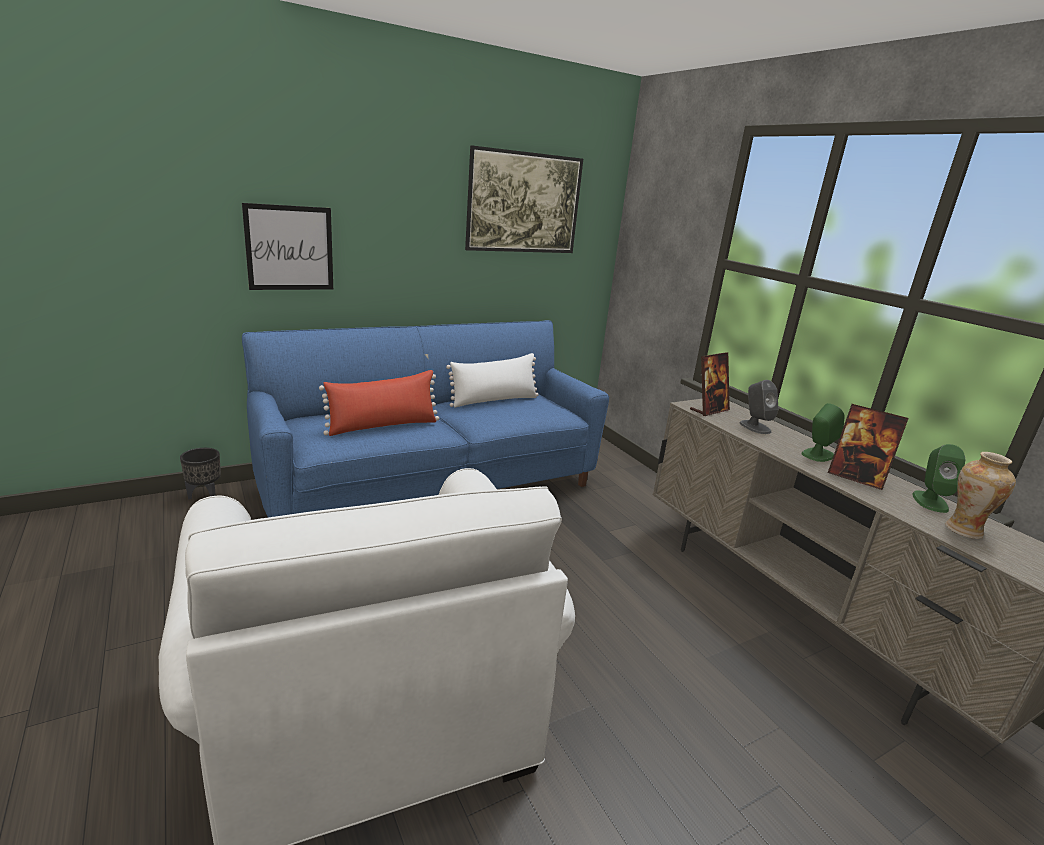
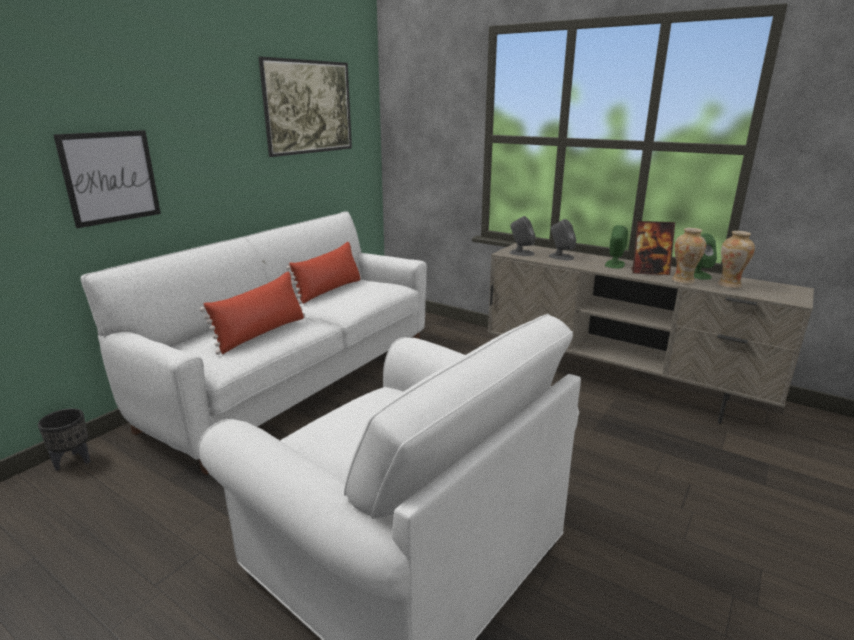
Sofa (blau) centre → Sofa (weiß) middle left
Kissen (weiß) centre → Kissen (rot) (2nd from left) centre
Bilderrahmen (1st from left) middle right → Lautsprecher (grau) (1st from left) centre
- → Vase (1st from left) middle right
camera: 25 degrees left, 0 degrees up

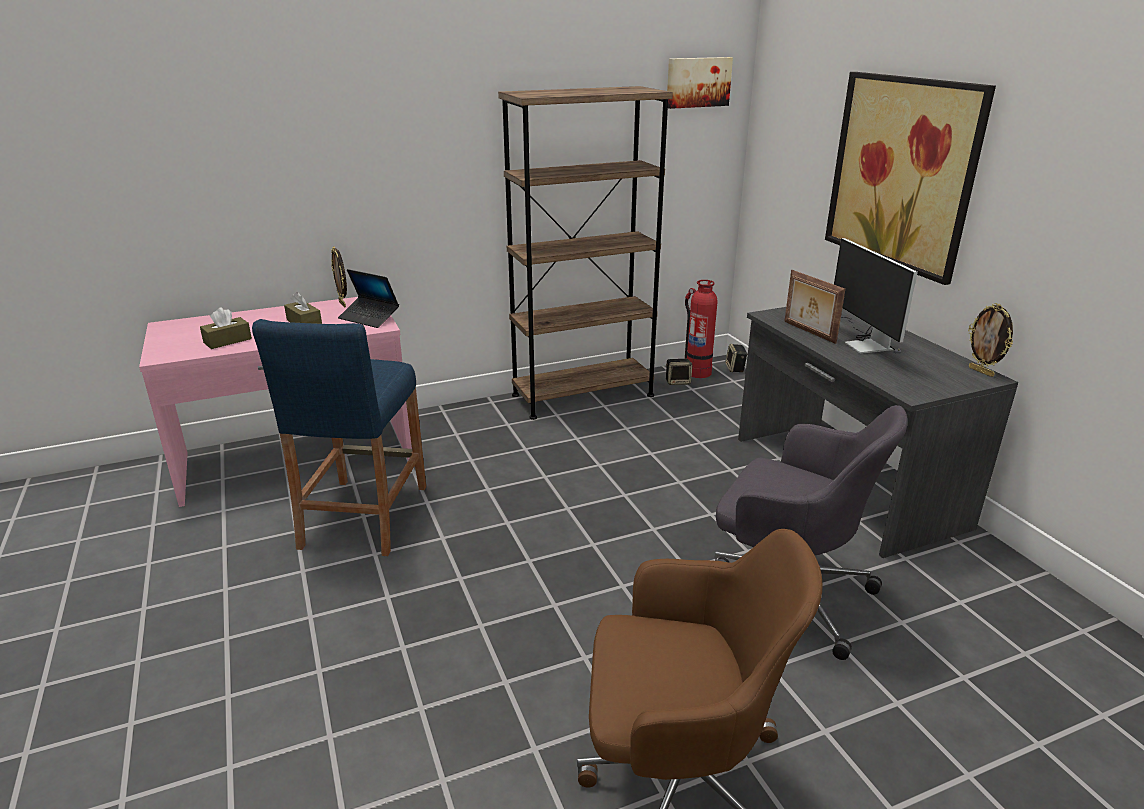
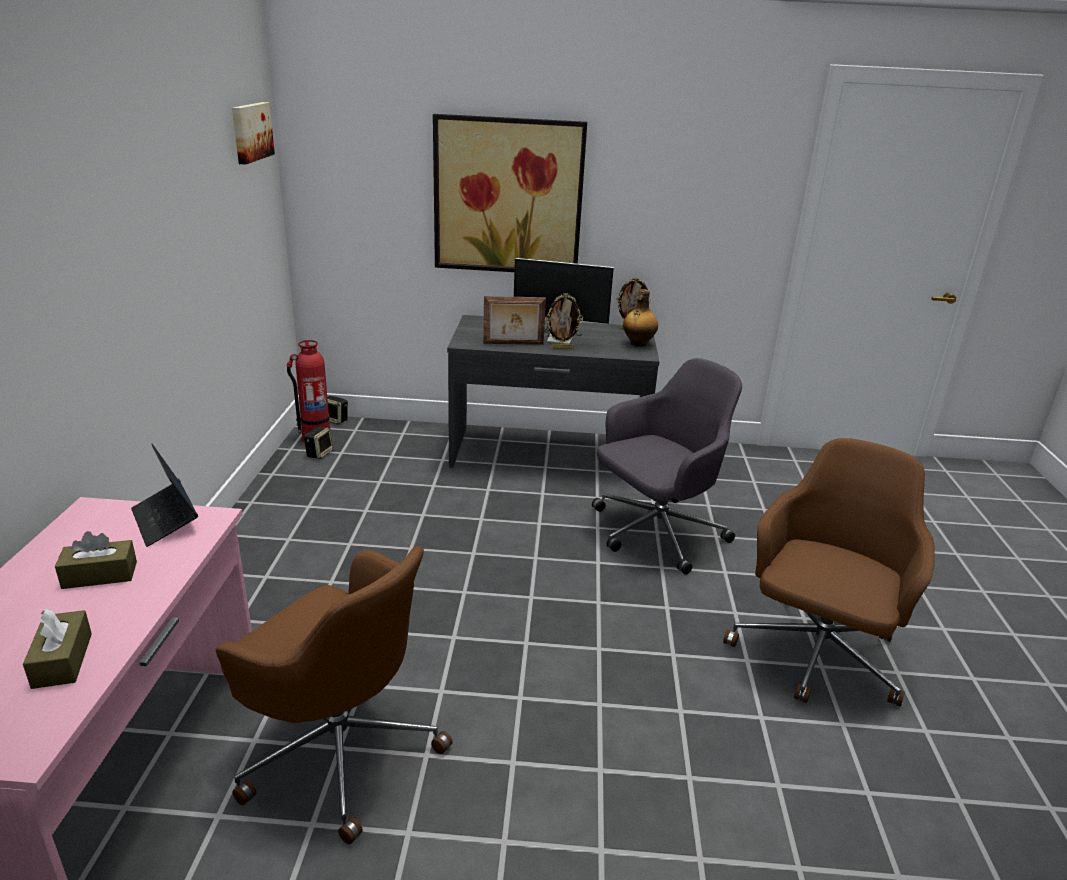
Laptop middle left, 90 degrees clockwise
Hocker (blau) middle left → Bürostuhl (braun) (1st from left) bottom left
Bilderrahmen (1st from left in the first image) middle left → Bilderrahmen (2nd from left) centre, move
- → Flasche centre
Bücherregal (braun) top centre → -
camera: 65 degrees left, 0 degrees up

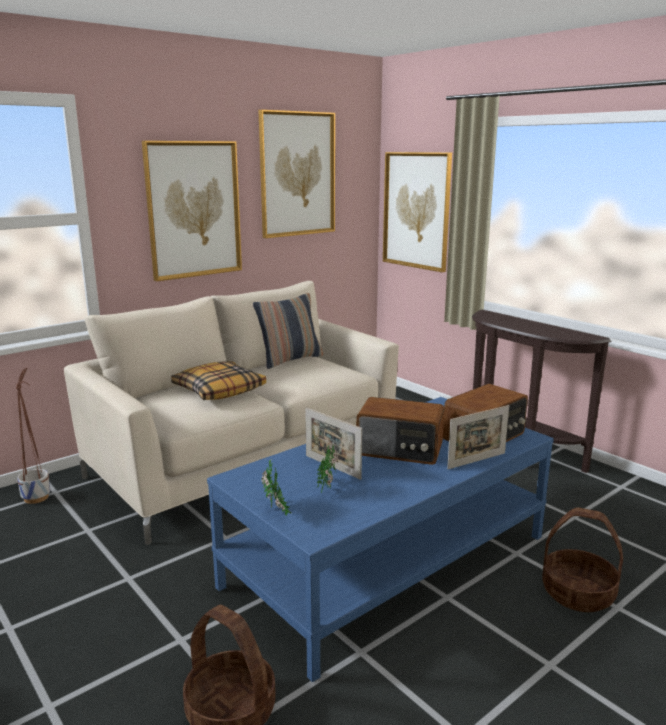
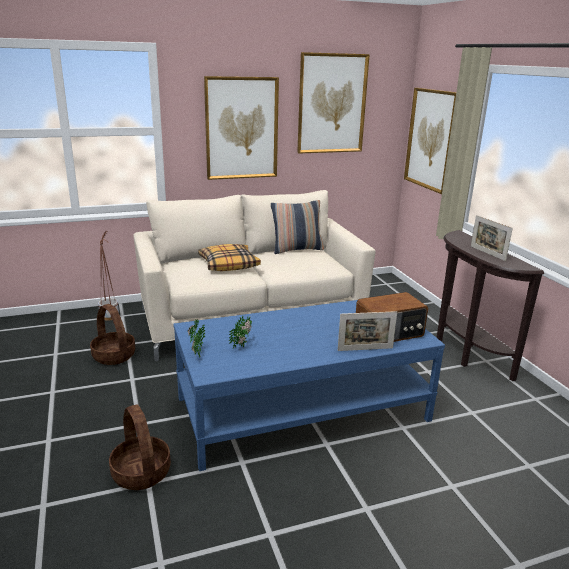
Korb (2nd from left in the first image) bottom right → Korb (1st from left) middle left, move
Bilderrahmen (1st from left in the first image) centre → Bilderrahmen (2nd from left) middle right, move
Radio (1st from left) centre → -
camera: 20 degrees right, 5 degrees up

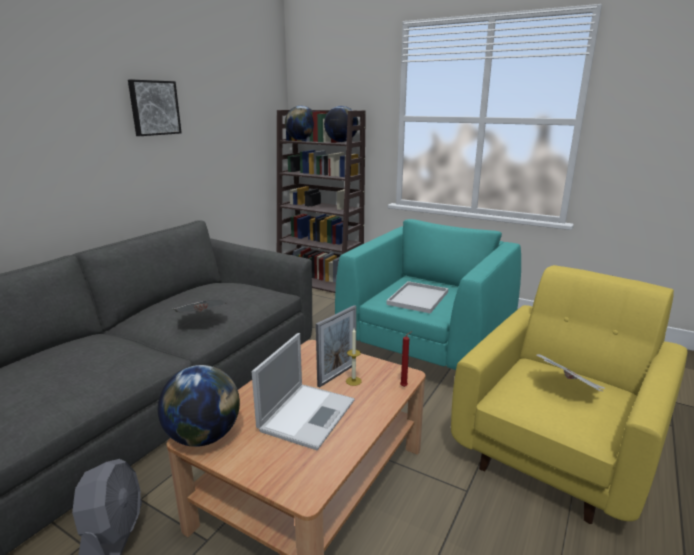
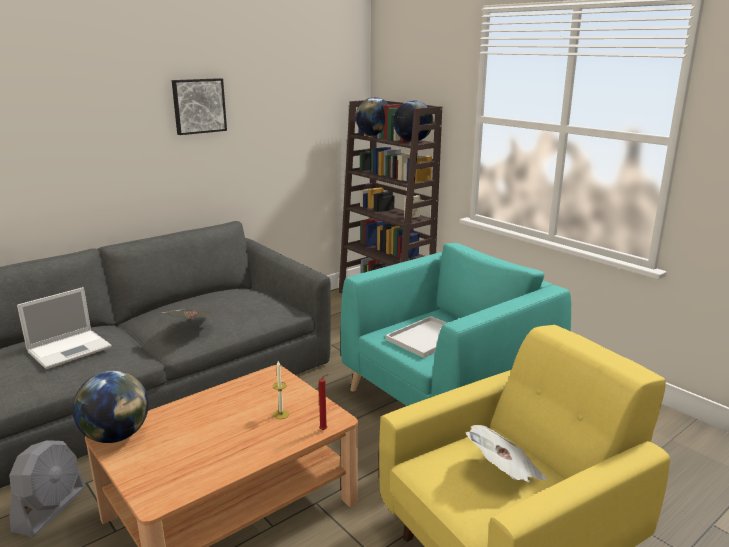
Laptop bottom centre → Laptop middle left, move
Bilderrahmen centre → -
camera: 20 degrees right, 0 degrees up

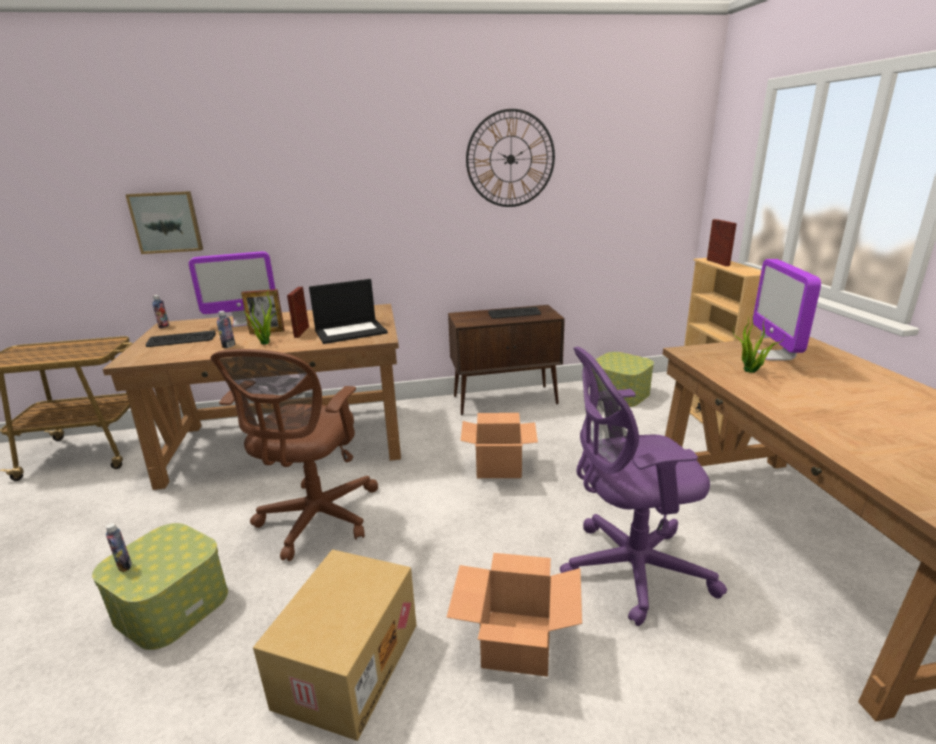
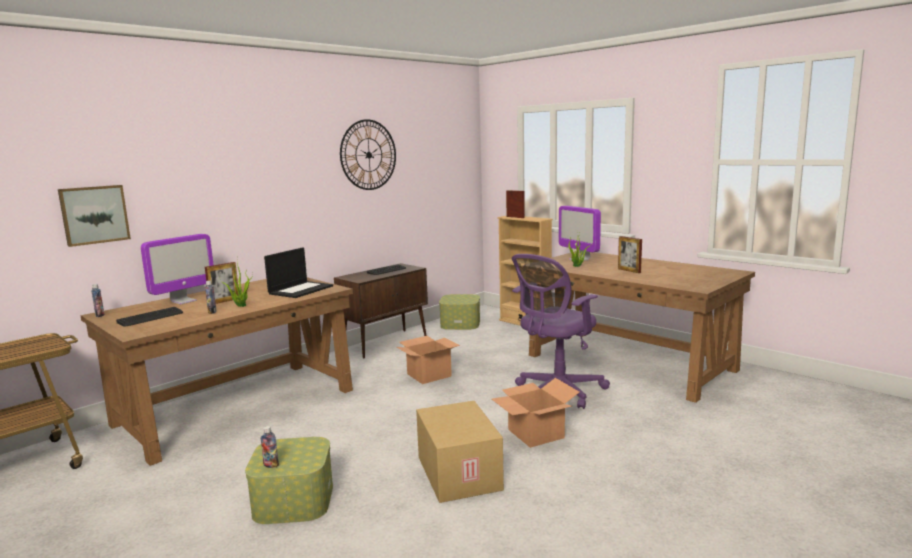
Bilderrahmen (2nd from left in the first image) middle left → Bilderrahmen (3rd from left) middle right, move
Bürostuhl (braun) middle left → -
camera: 35 degrees left, 10 degrees down

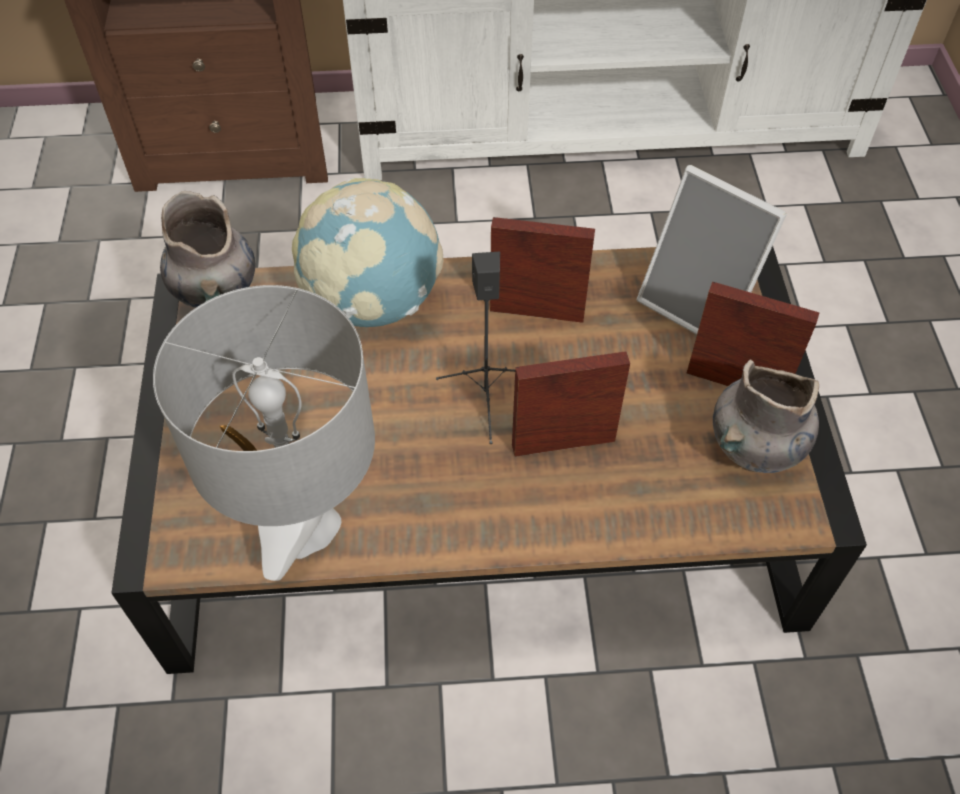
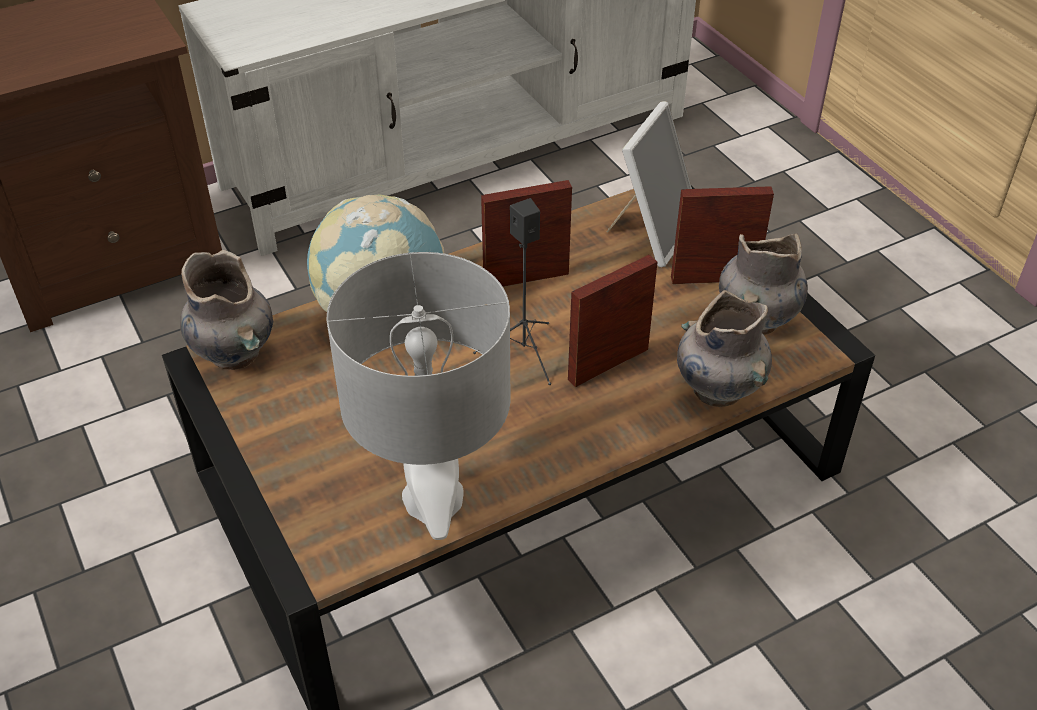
Bilderrahmen (3rd from left) top right → Bilderrahmen (3rd from left) top centre, 75 degrees counterclockwise
- → Vase (grau) (2nd from left) middle right
camera: 25 degrees left, 10 degrees down

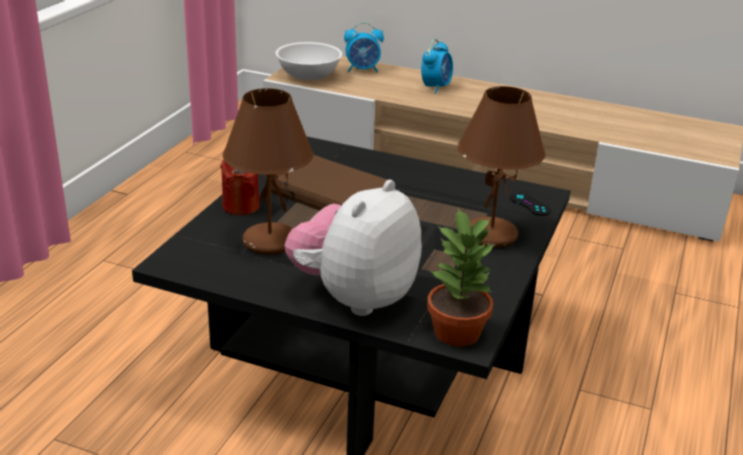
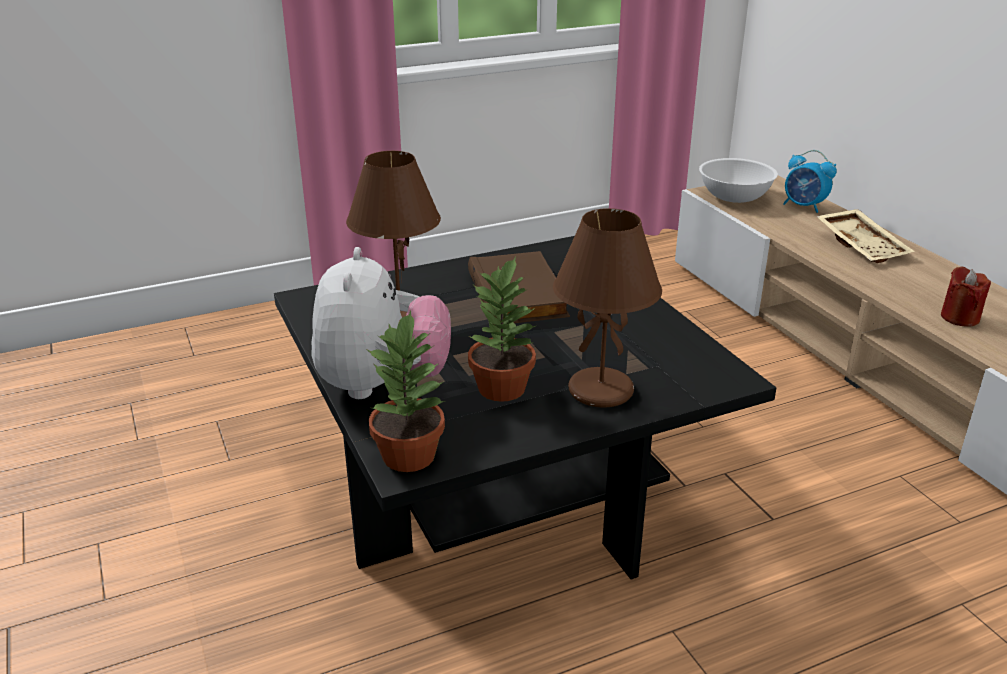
Plüschtier centre, 105 degrees clockwise
- → Topfpflanze (2nd from left) centre
Wecker (2nd from left) top centre → Tablett (beige) middle right
Kerze (rot) middle left → Kerze (rot) middle right, move
Gamepad (schwarz) middle right → -
camera: 45 degrees right, 0 degrees up

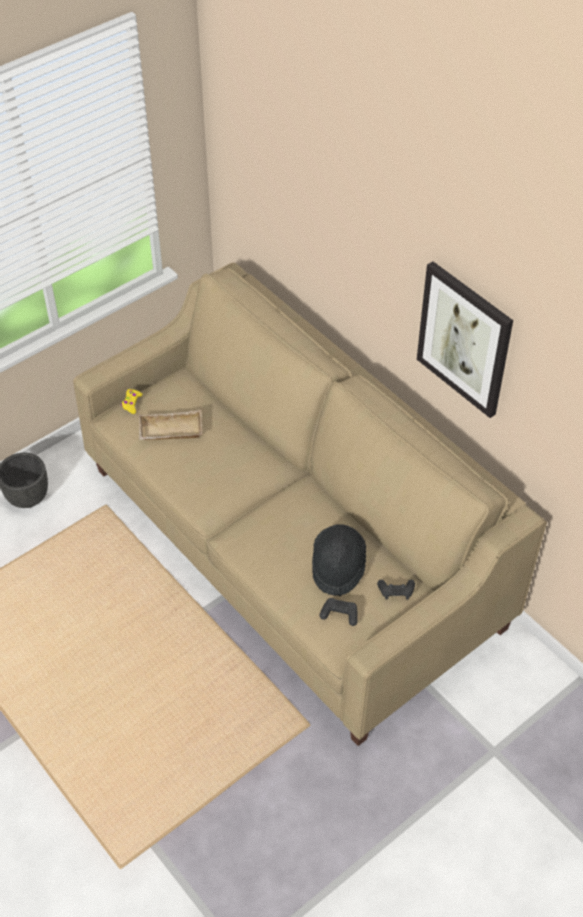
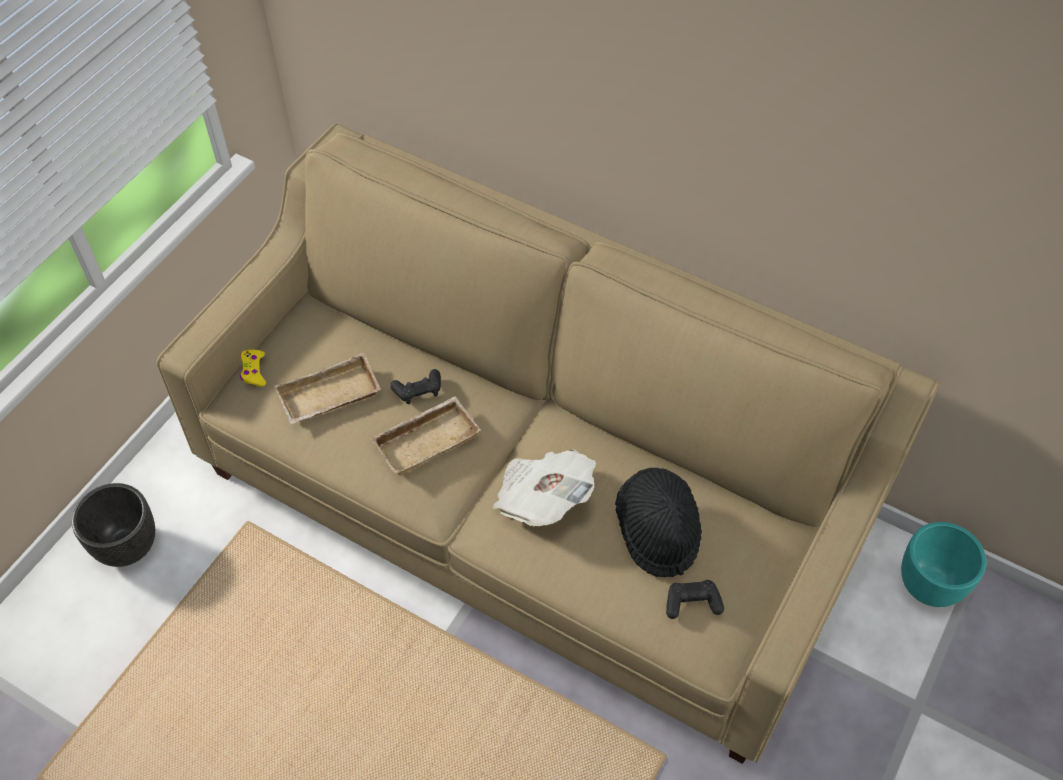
- → Tablett (beige) (2nd from left) centre
Gamepad (schwarz) (2nd from left in the first image) middle right → Gamepad (schwarz) (1st from left) centre, move
- → Zeitung centre
- → Pflanzkübel (türkis) bottom right
Bild middle right → -
camera: 20 degrees left, 5 degrees up

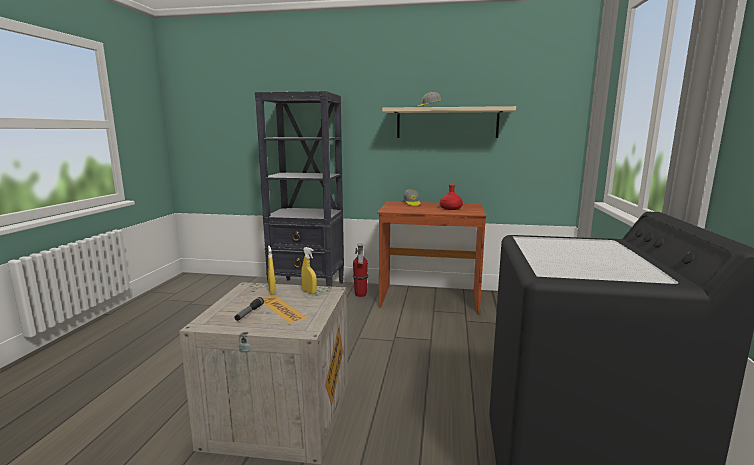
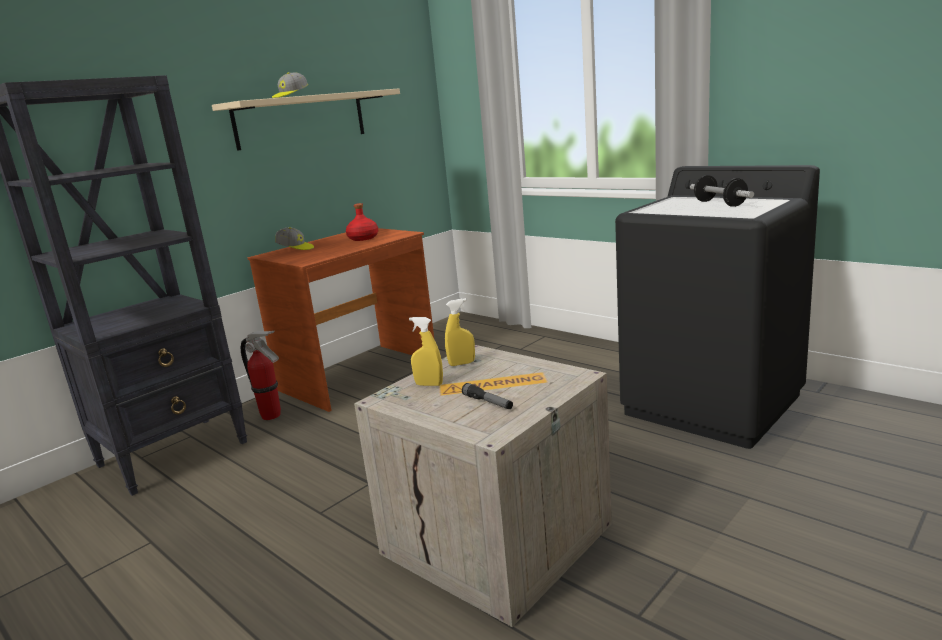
- → Hantel top right
camera: 55 degrees left, 5 degrees up

